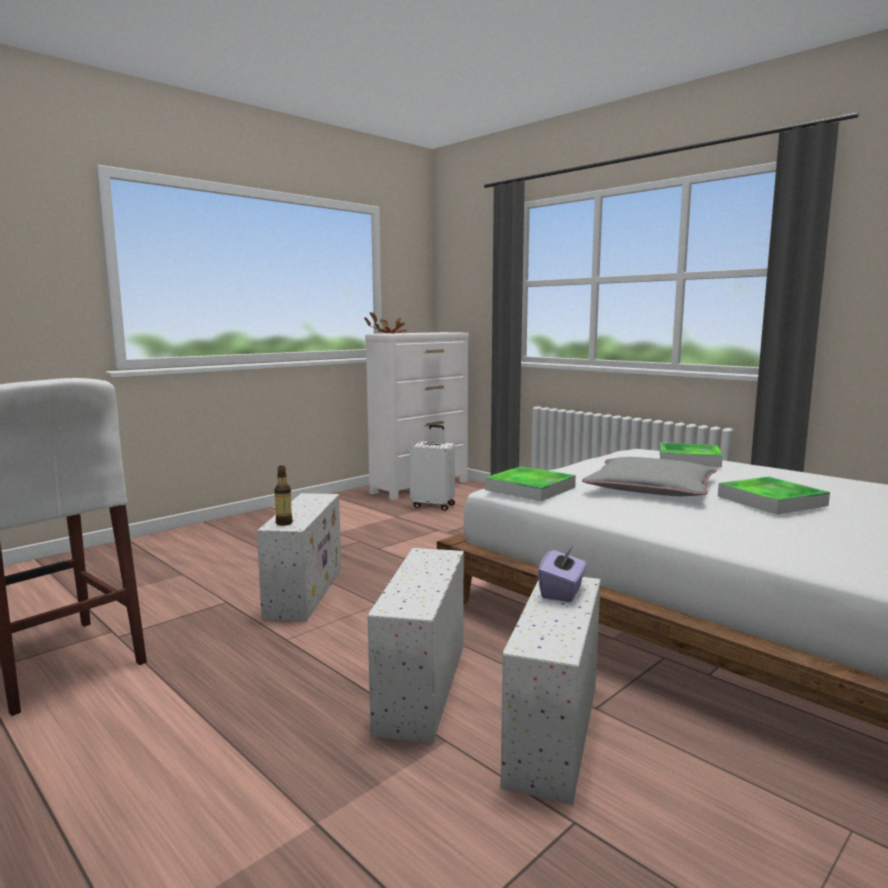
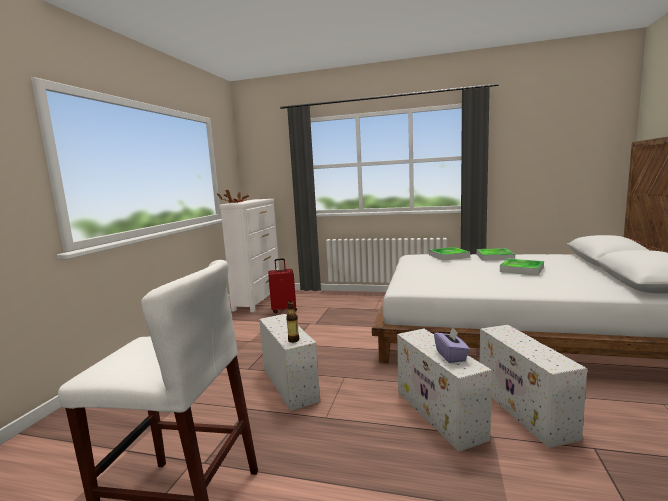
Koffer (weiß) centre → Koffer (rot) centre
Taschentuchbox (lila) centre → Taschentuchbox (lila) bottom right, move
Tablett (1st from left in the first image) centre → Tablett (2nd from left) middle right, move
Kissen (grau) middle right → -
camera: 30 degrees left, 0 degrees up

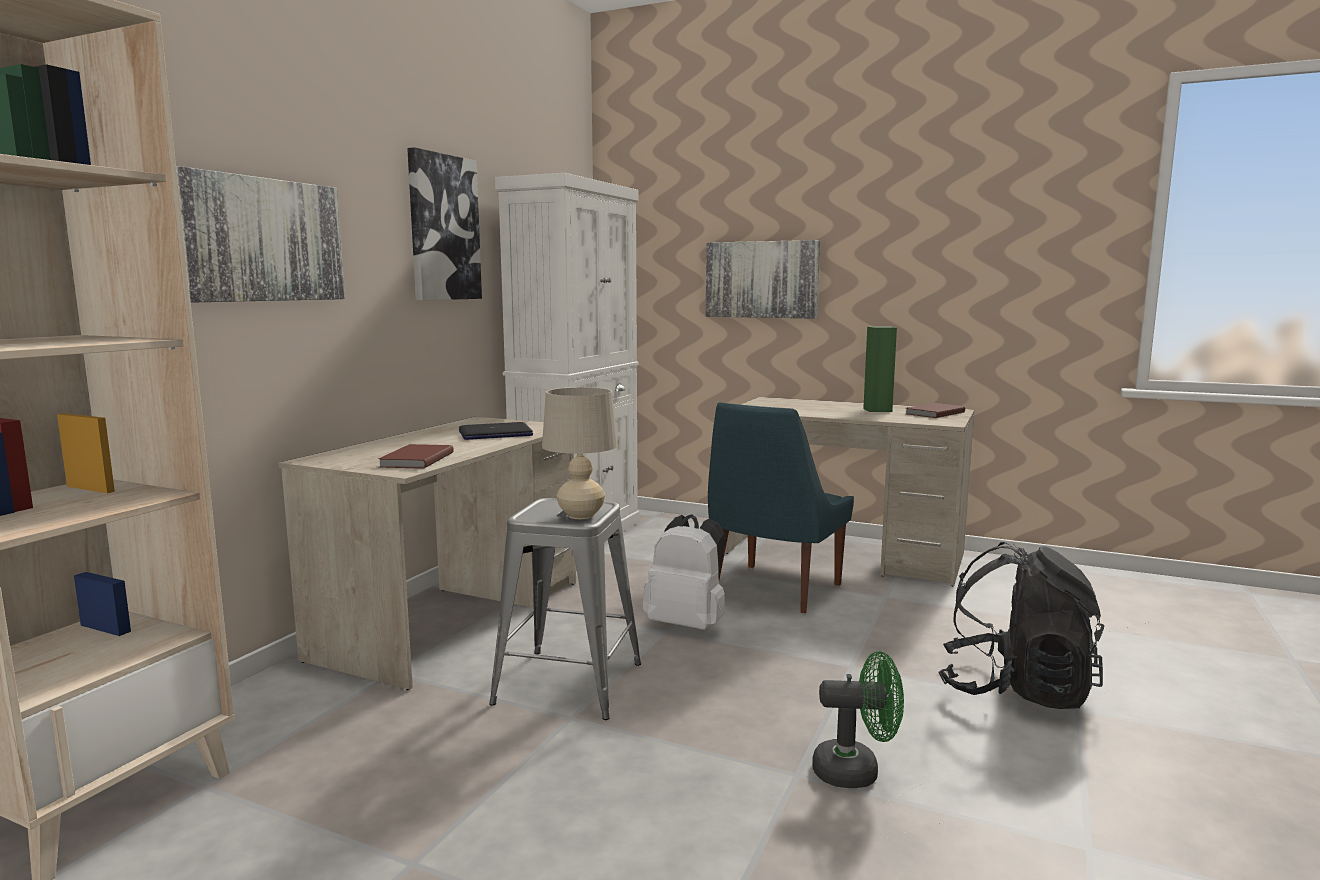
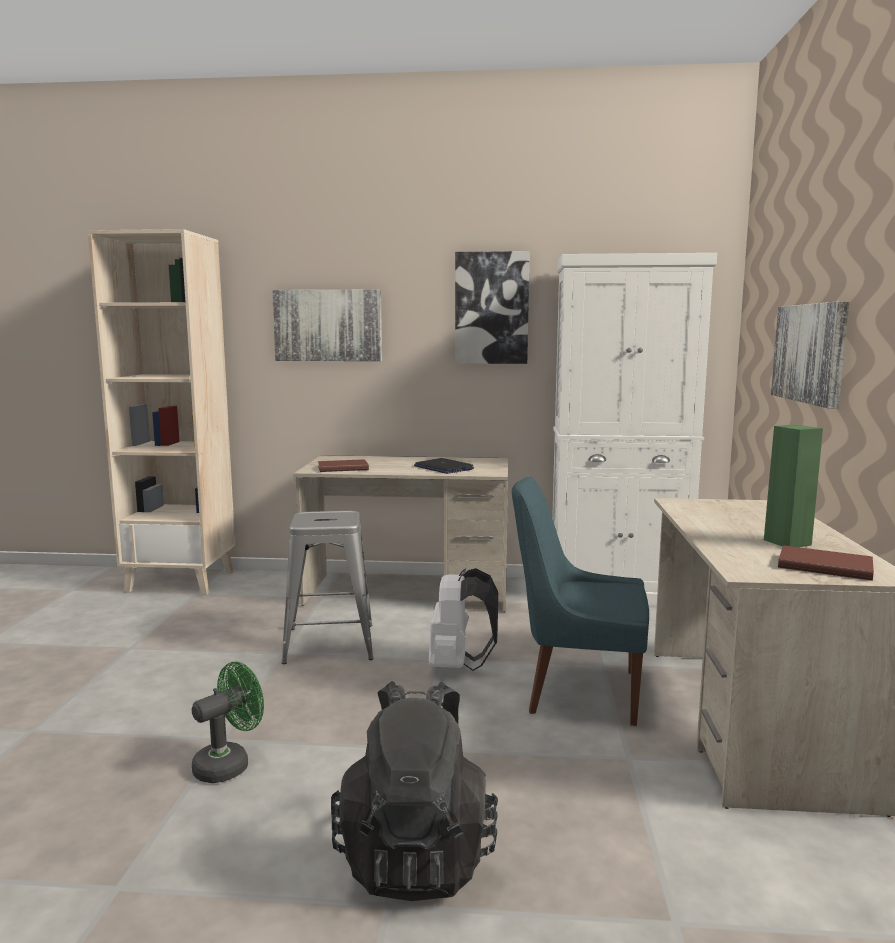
Ventilator (grün) bottom centre → Ventilator (grün) bottom left, 120 degrees counterclockwise
Tischlampe (beige) centre → -
camera: 70 degrees right, 0 degrees up

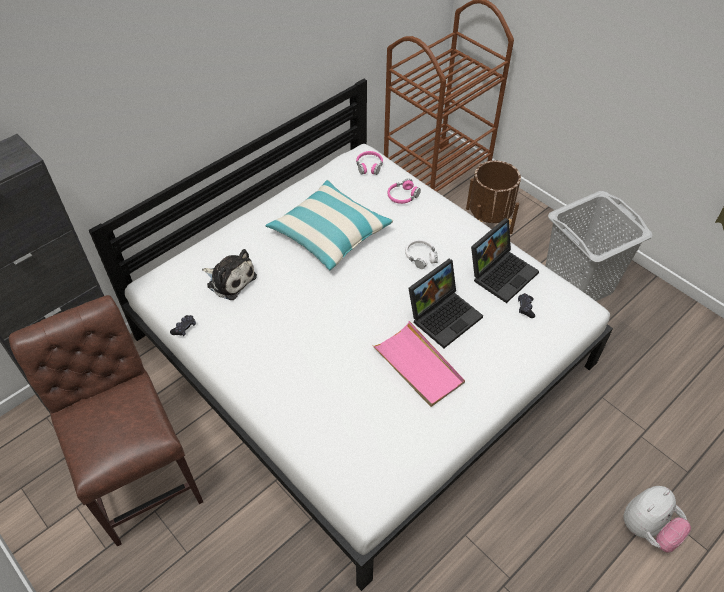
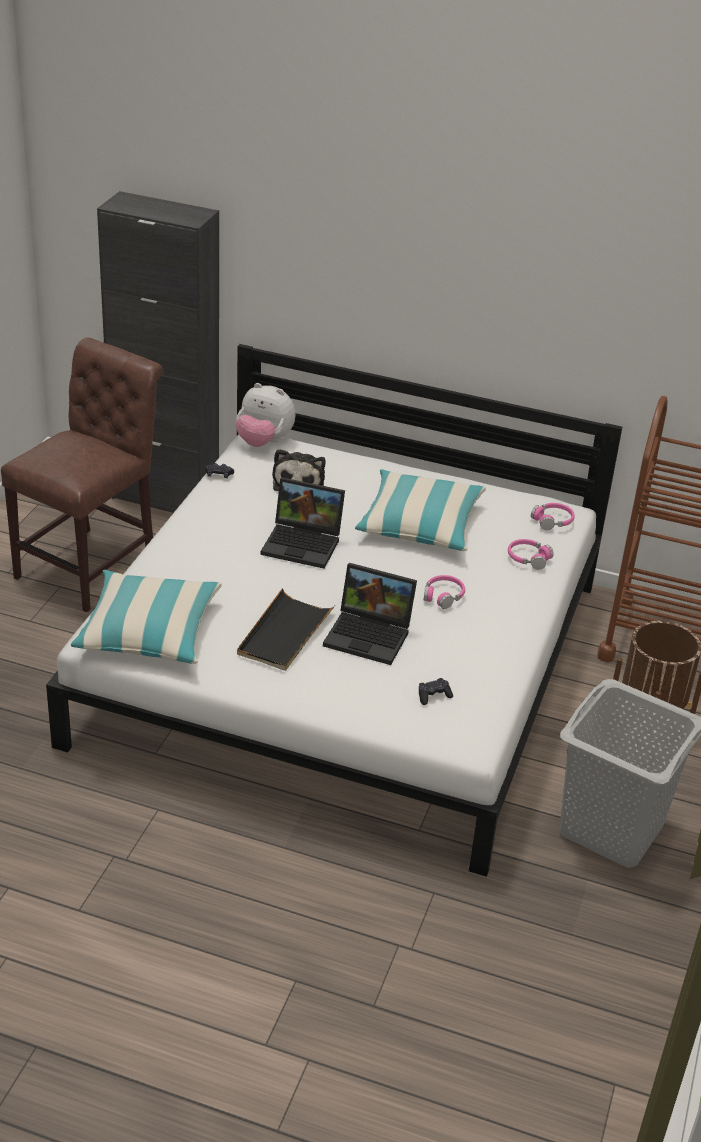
- → Kissen (1st from left) middle left
Plüschtier (2nd from left in the first image) bottom right → Plüschtier (1st from left) centre, move
Tablett (rosa) centre → Tablett (schwarz) centre
Laptop (2nd from left in the first image) middle right → Laptop (1st from left) centre, move
Kopfhörer (weiß) centre → Kopfhörer (rosa) (1st from left) centre
camera: 60 degrees right, 15 degrees down

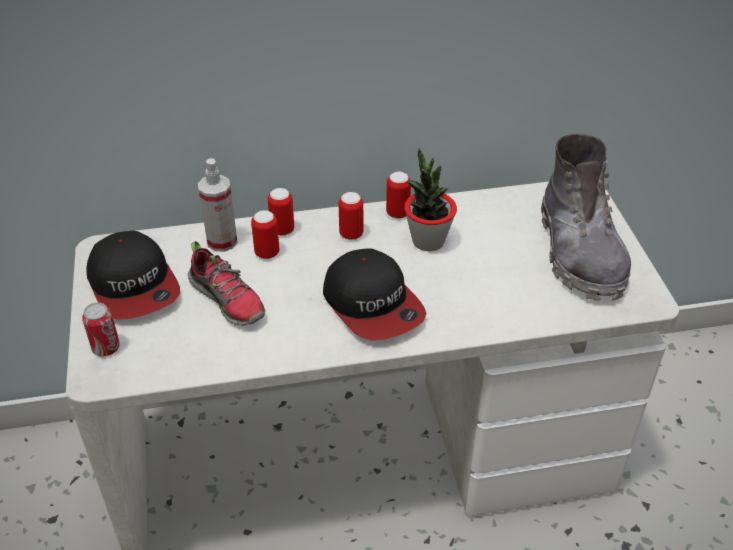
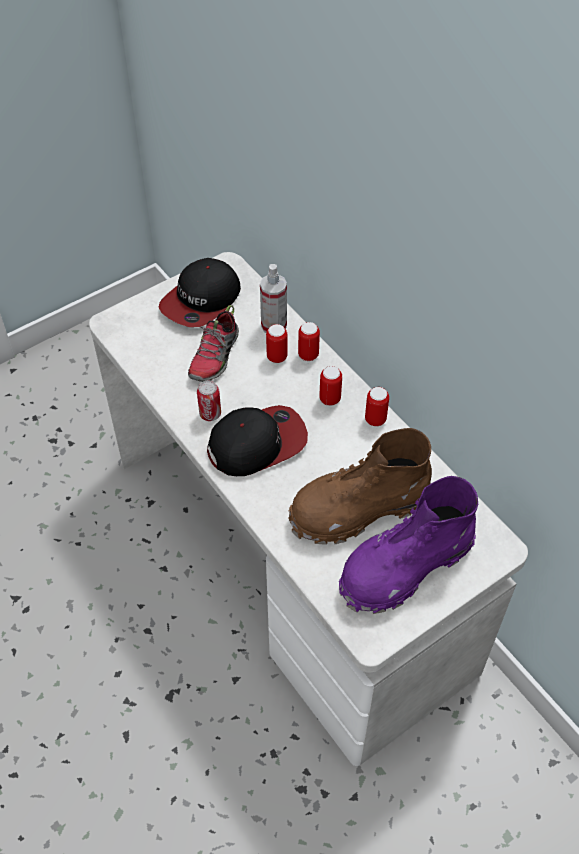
Dose (1st from left) middle left → Dose (1st from left) centre, move
Kappe (2nd from left) centre, 150 degrees counterclockwise
- → Stiefel (braun) centre
Stiefel (grau) middle right → Stiefel (lila) middle right
Topfpflanze centre → -
camera: 65 degrees right, 10 degrees up

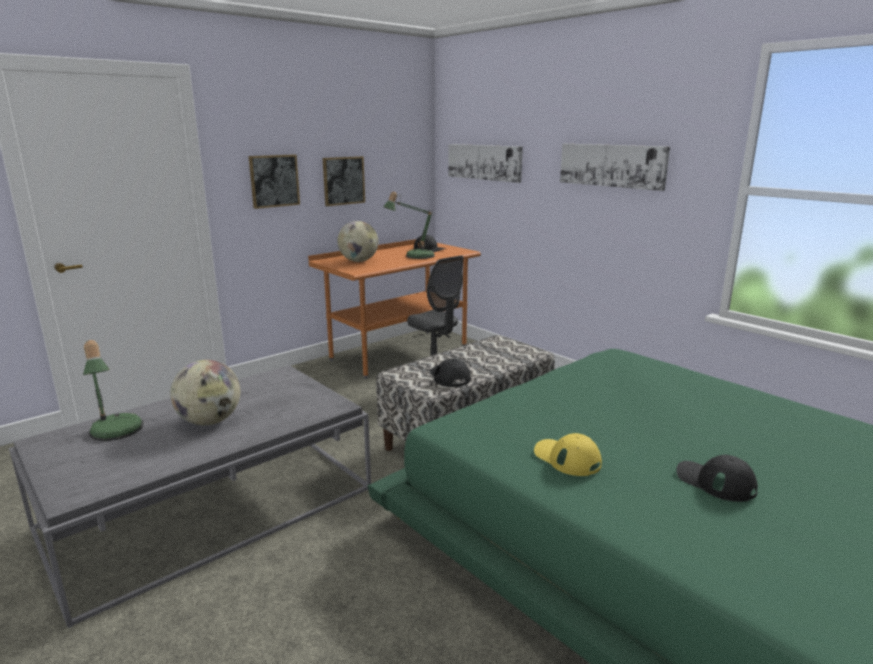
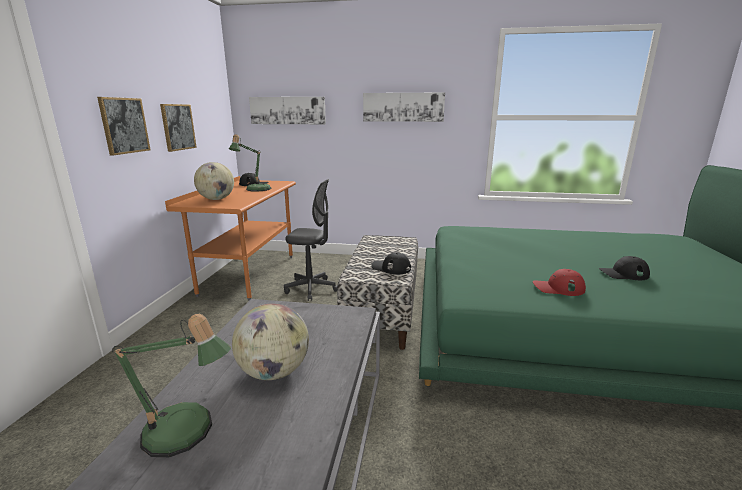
Kappe (gelb) bottom centre → Kappe (rot) middle right
camera: 40 degrees left, 0 degrees up

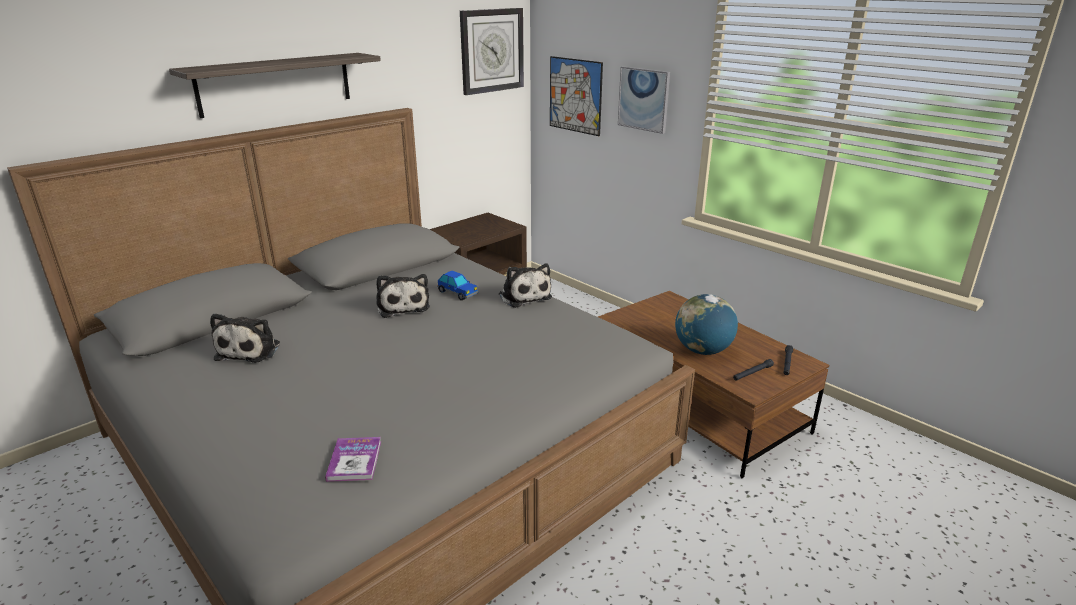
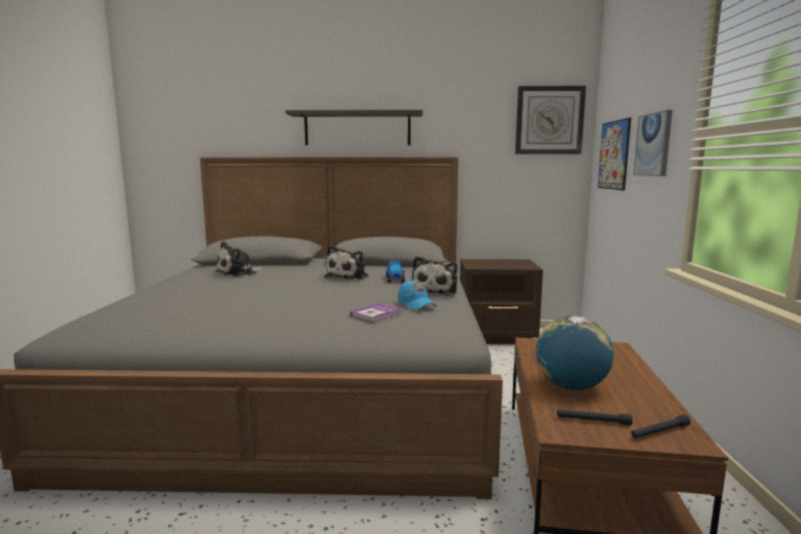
Buch bottom left → Buch centre, move
- → Kappe (blau) centre
camera: 45 degrees right, 15 degrees down

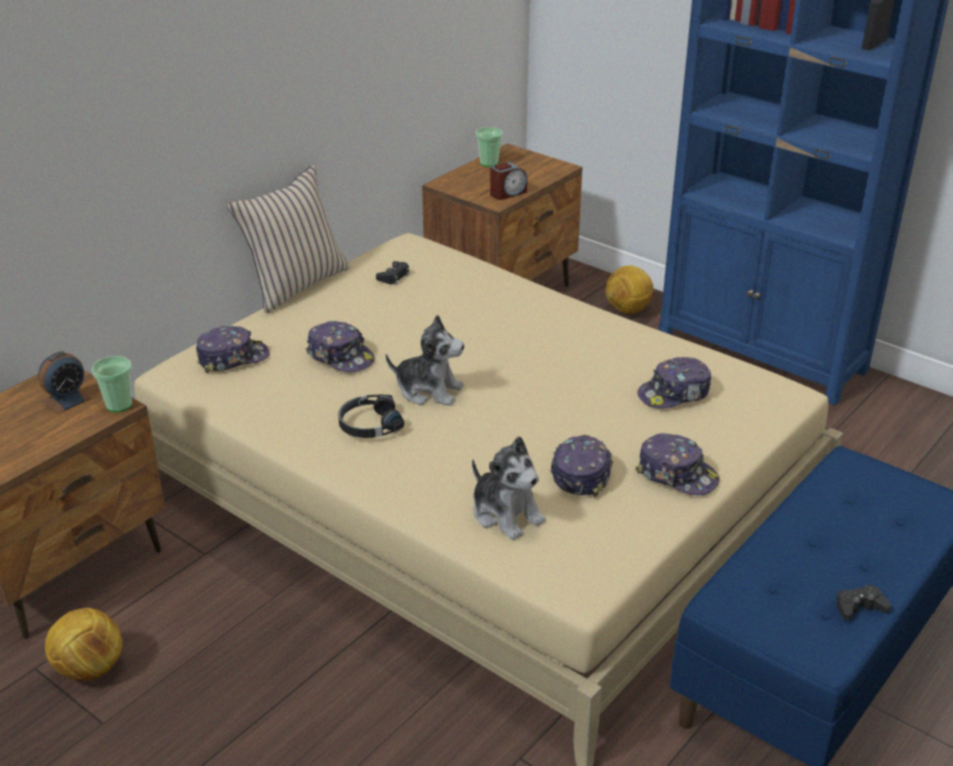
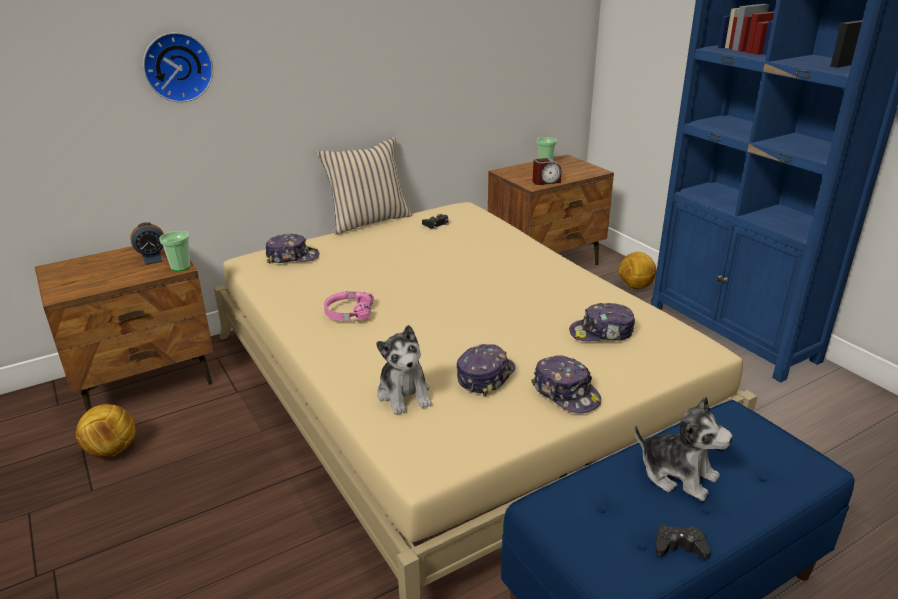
- → Wanduhr top left
Kopfhörer (schwarz) centre → Kopfhörer (rosa) centre
Plüschtier (1st from left in the first image) centre → Plüschtier (2nd from left) bottom right, move
Kappe (2nd from left) centre → -
camera: 20 degrees right, 5 degrees down

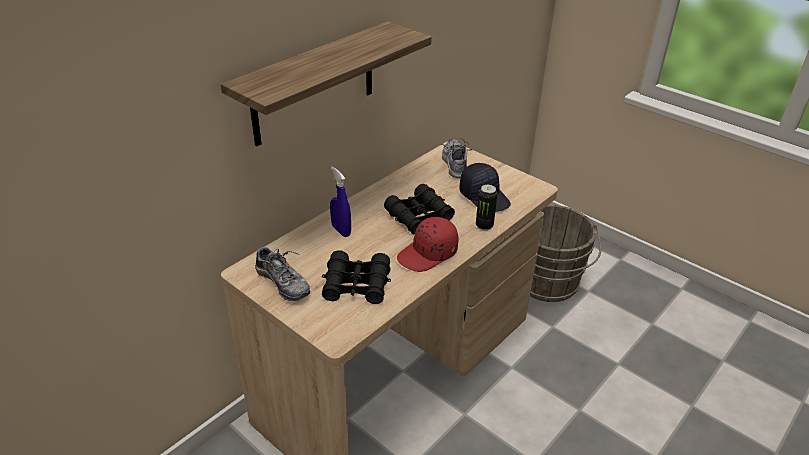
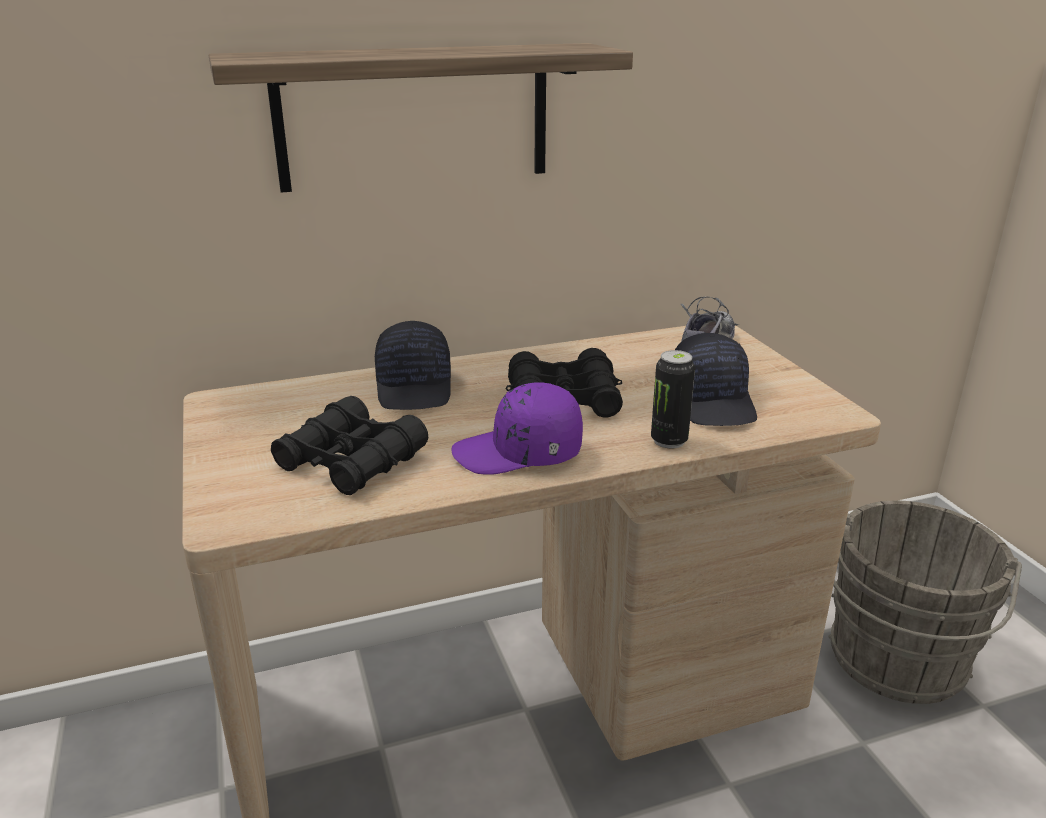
Sprühflasche (blau) centre → Kappe (schwarz) (1st from left) centre
Kappe (rot) centre → Kappe (lila) centre
Schuh (1st from left) centre → -
camera: 30 degrees right, 10 degrees down

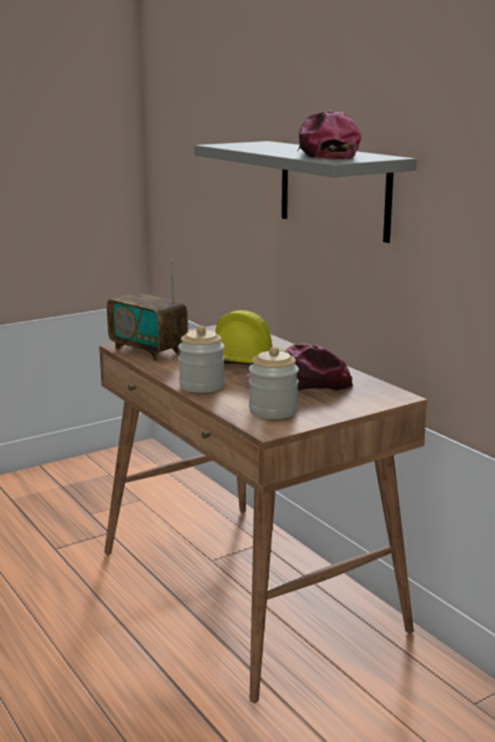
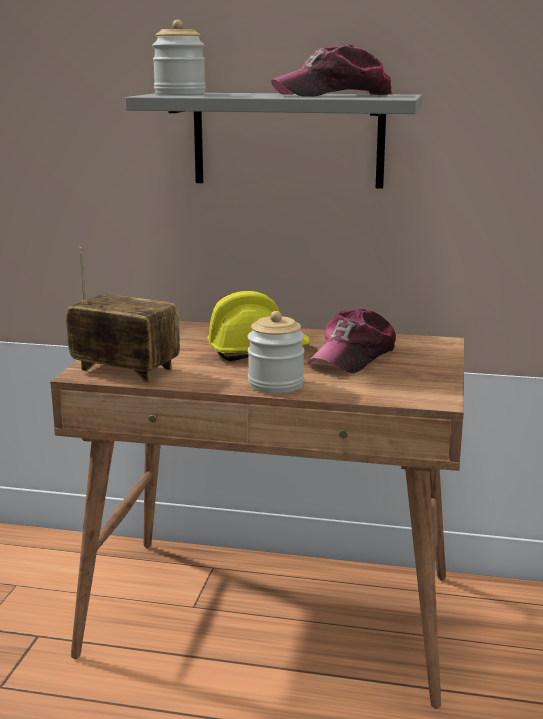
Radio middle left, 150 degrees counterclockwise
Vorratsglas (2nd from left in the first image) centre → Vorratsglas (1st from left) top left, move
Kappe (2nd from left in the first image) top centre → Kappe (1st from left) top centre, 60 degrees counterclockwise
camera: 45 degrees left, 0 degrees up

